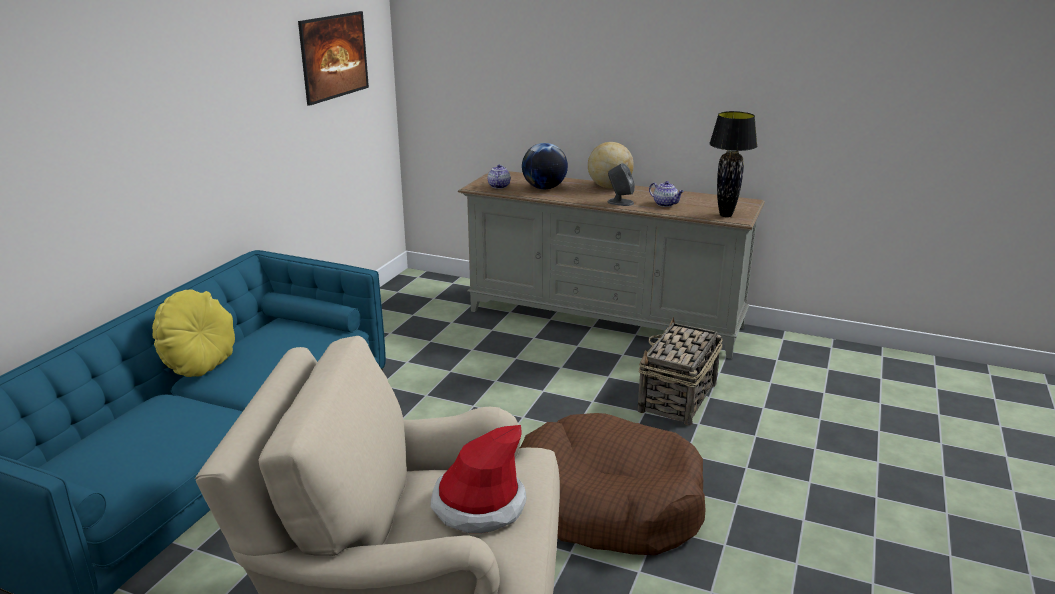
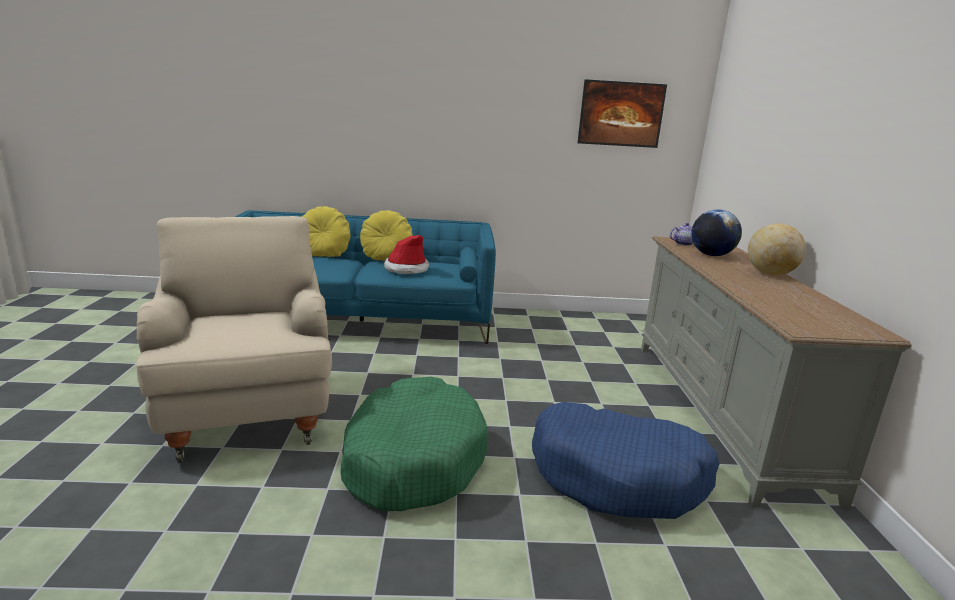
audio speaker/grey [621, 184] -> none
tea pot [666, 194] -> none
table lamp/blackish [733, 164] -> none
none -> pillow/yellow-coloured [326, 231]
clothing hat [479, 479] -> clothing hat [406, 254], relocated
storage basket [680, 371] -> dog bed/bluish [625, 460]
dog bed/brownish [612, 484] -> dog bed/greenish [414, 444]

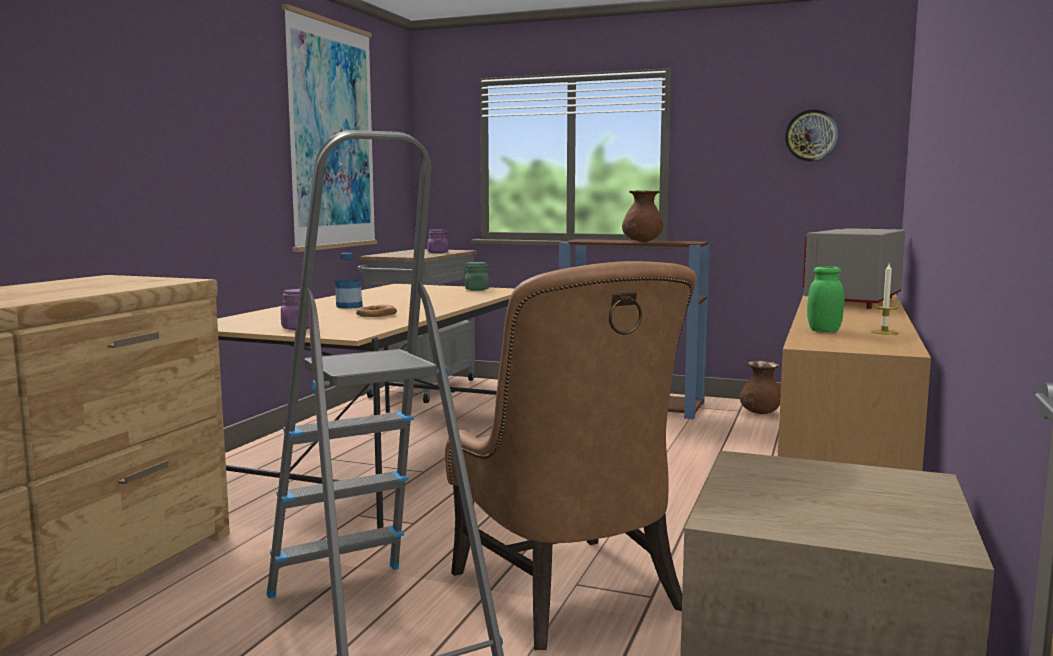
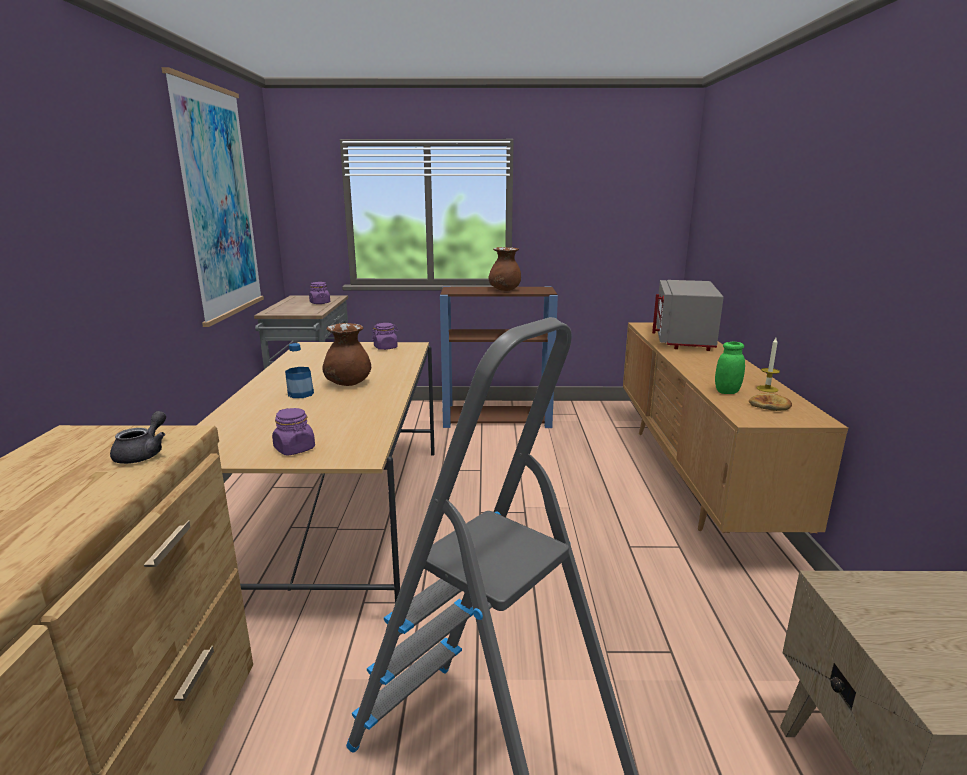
chair/brownish [571, 455] -> none
wall clock [812, 135] -> none
none -> tea pot/grey [138, 437]
baked bread [376, 311] -> baked bread [770, 402], relocated
vase/brownish [760, 387] -> vase/brownish [346, 354], relocated
jar/greenish [477, 276] -> jar/purple-coloured [385, 336]

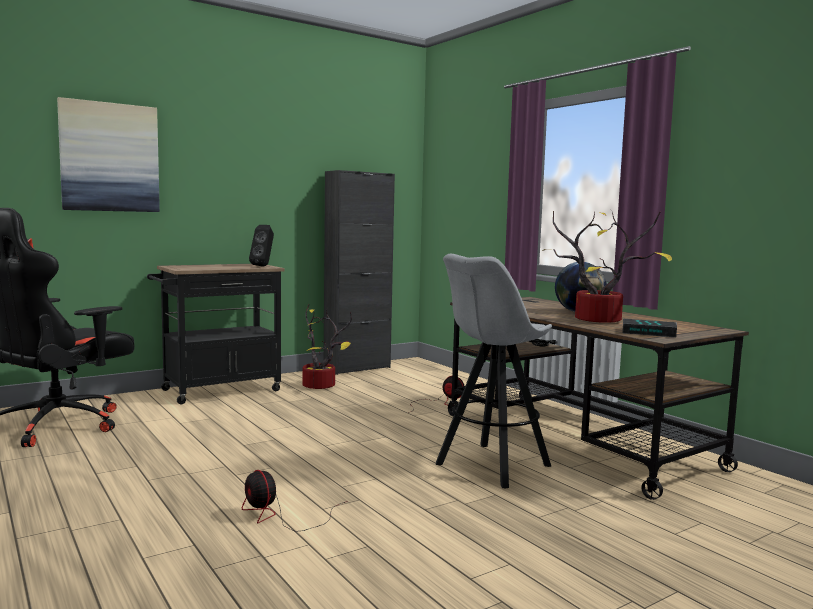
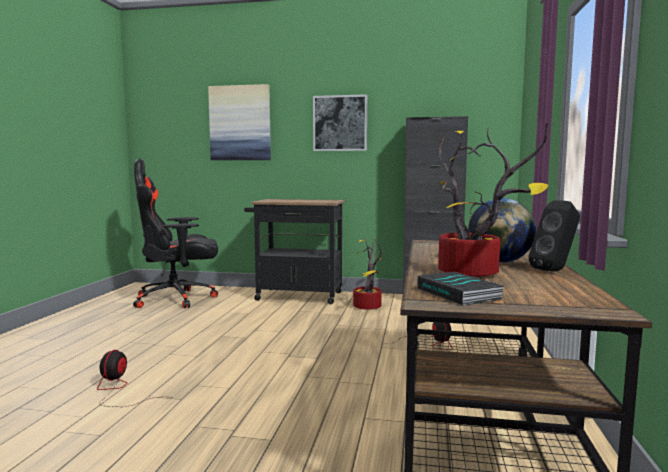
stool seat/grey [494, 371] -> none
none -> wall picture [340, 122]
audio speaker/blackish [261, 246] -> audio speaker/blackish [554, 236], relocated

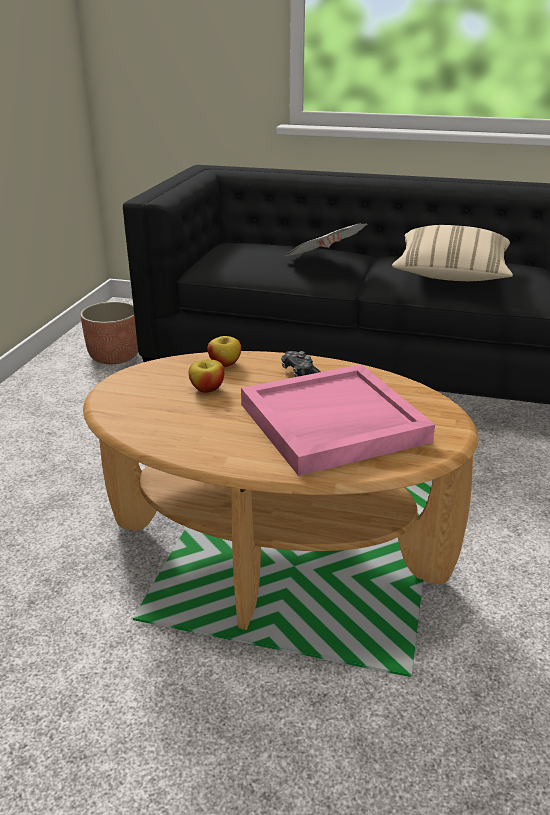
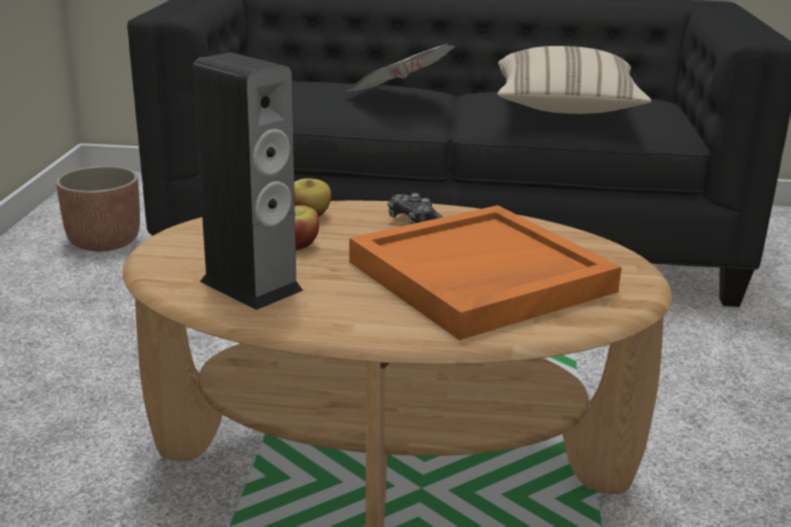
none -> audio speaker [248, 181]
tray/pink [338, 420] -> tray/orange-coloured [485, 272]

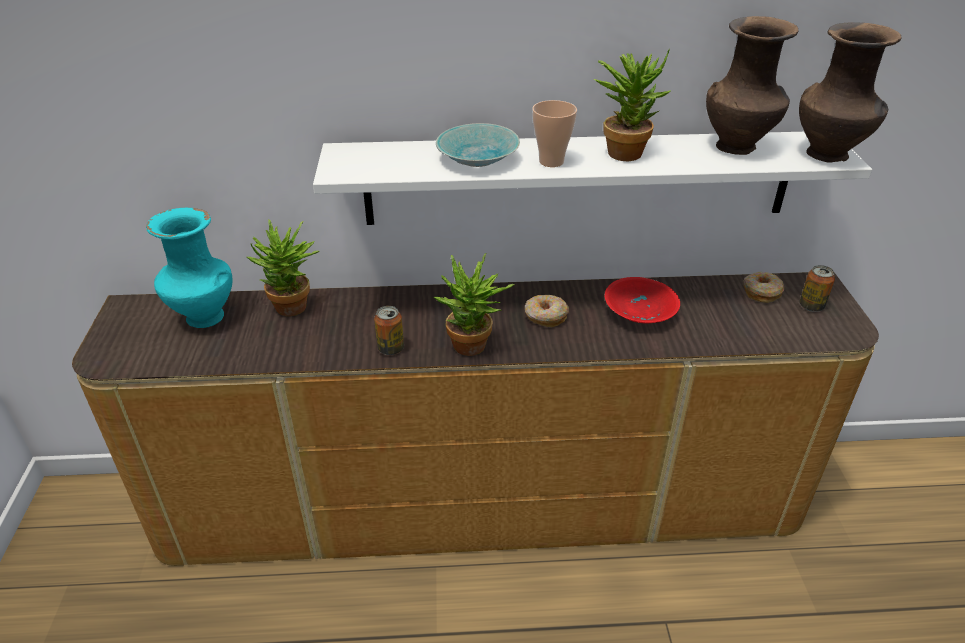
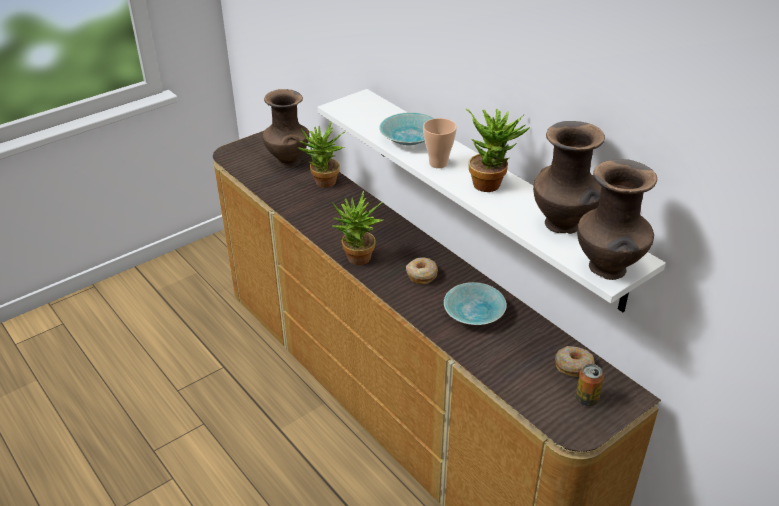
sealed can [389, 330] -> none
vase/blue-green [189, 268] -> vase/brownish [285, 128]
bowl/red-coloured [642, 300] -> bowl/blue-green [475, 303]

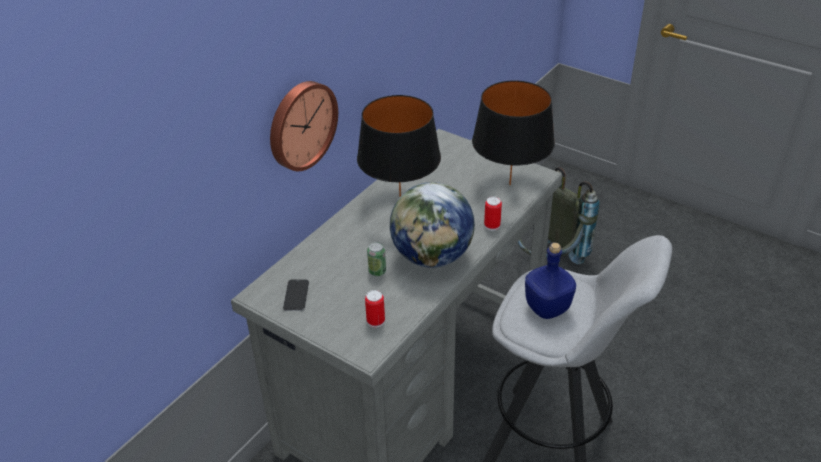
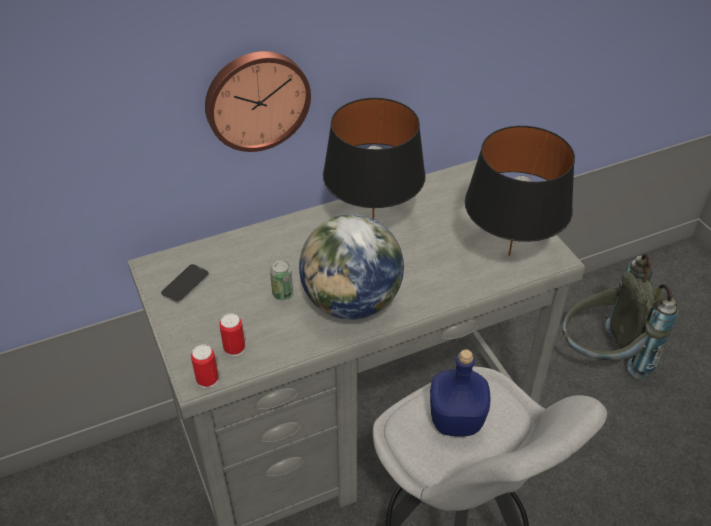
sealed can [493, 213] -> sealed can [205, 366], relocated

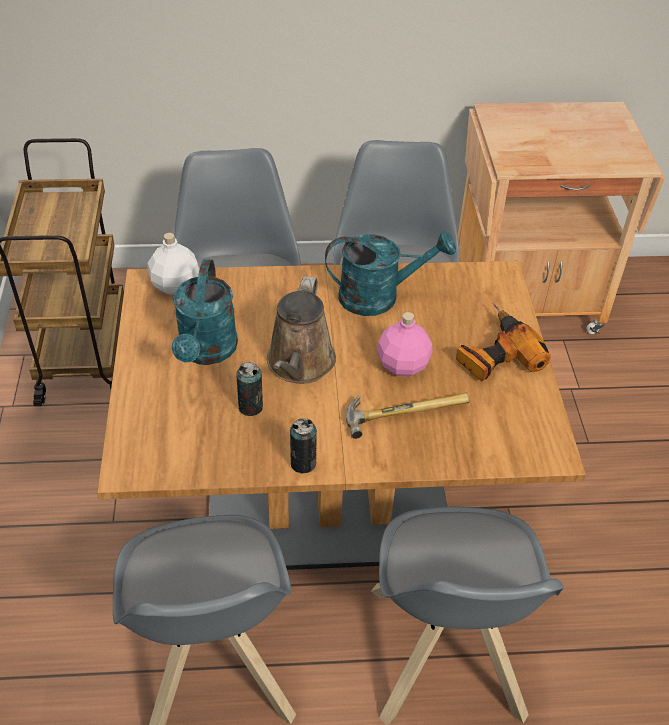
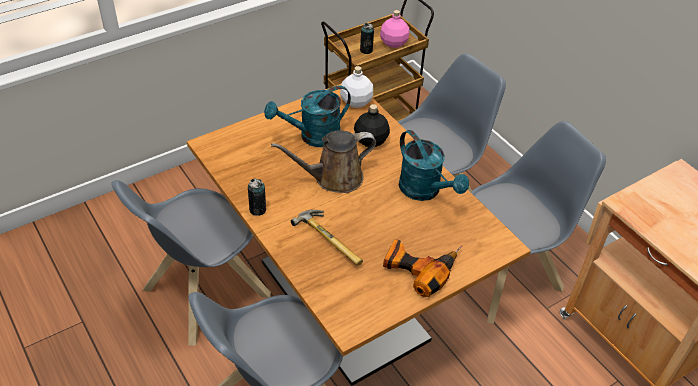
none -> bottle/blackish [372, 125]
sealed can [249, 389] -> sealed can [367, 38], relocated
bottle/pink [404, 344] -> bottle/pink [394, 29], relocated

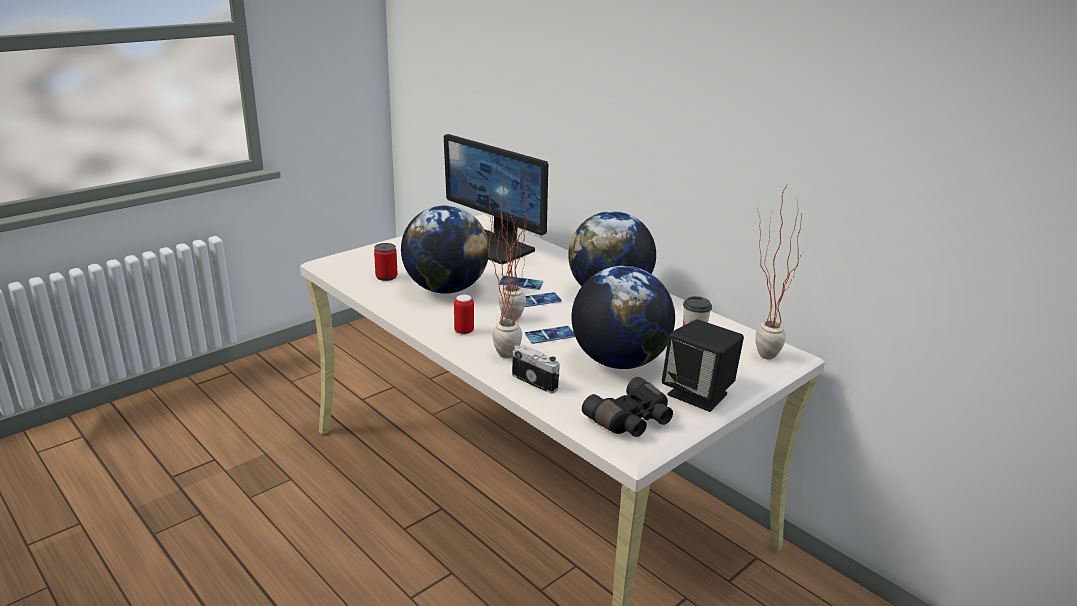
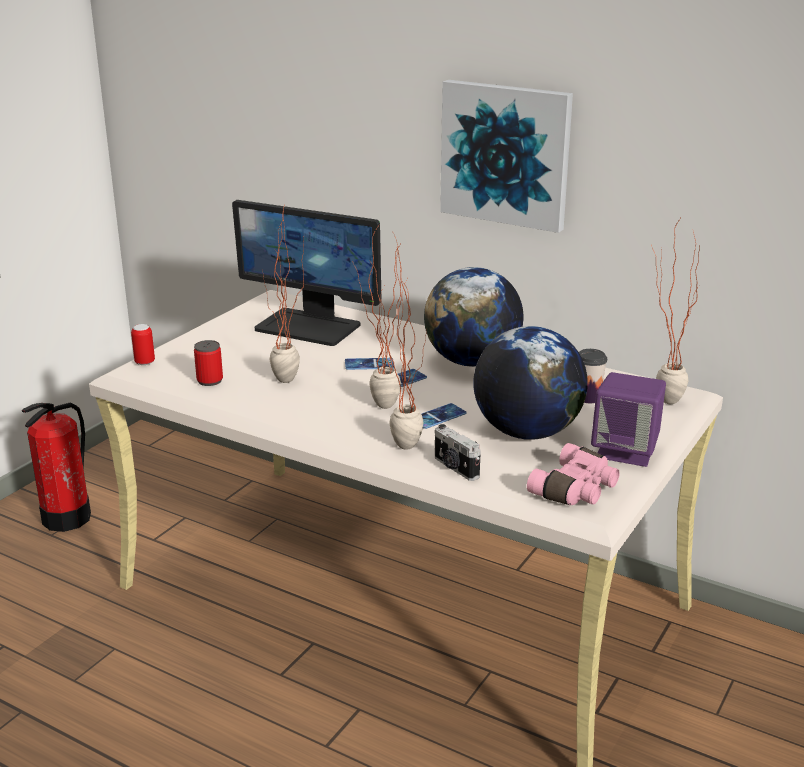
none -> fire extinguisher [56, 467]
none -> wall picture [506, 156]
sealed can [464, 315] -> sealed can [143, 344], relocated
desk globe [445, 249] -> plant in a pot [283, 293]
binoculars/blackish [627, 407] -> binoculars/pink [573, 474]
audio speaker/blackish [703, 365] -> audio speaker/purple-coloured [628, 419]
photo camera [536, 369] -> photo camera [458, 452], 150 degrees counterclockwise

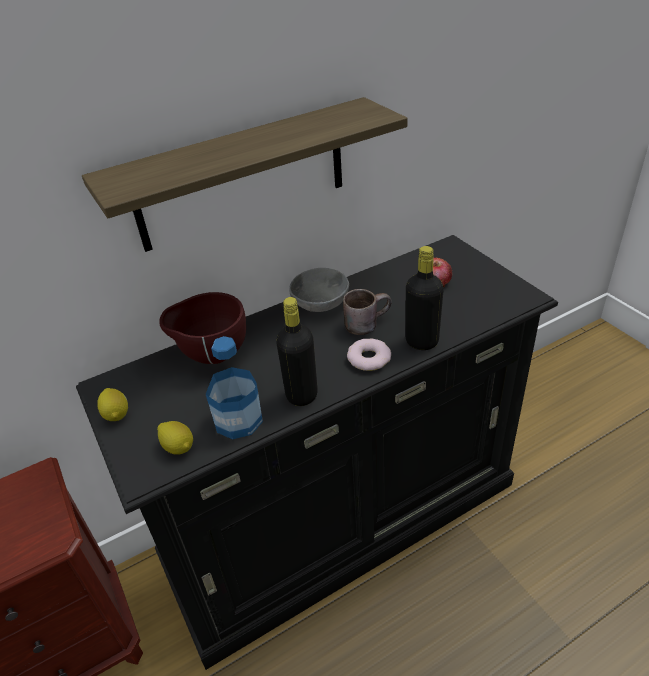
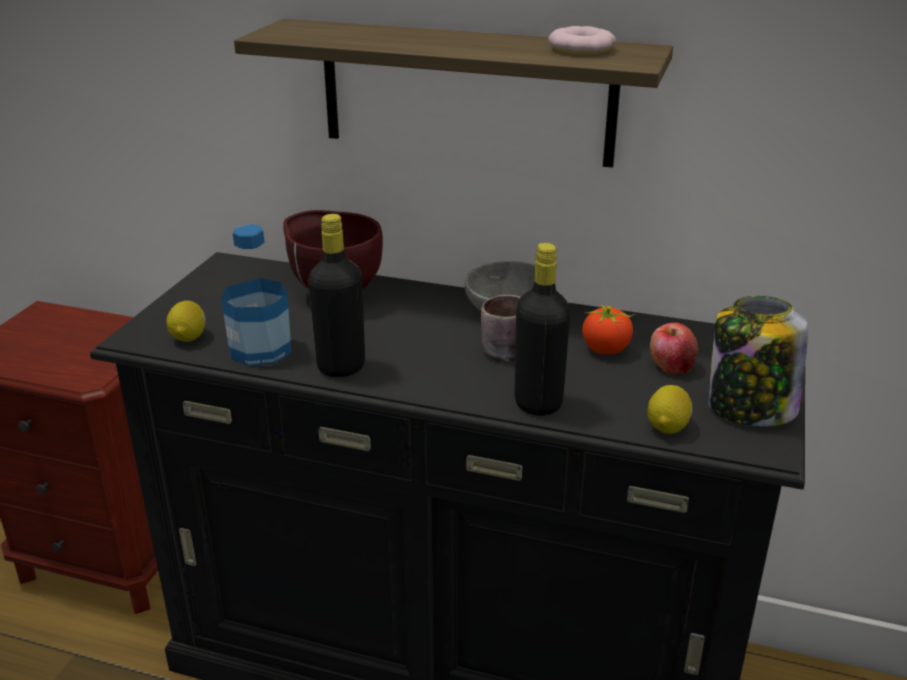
none -> tomato [608, 328]
none -> jar [758, 361]
lemon [112, 404] -> lemon [670, 409], relocated
doughnut [369, 354] -> doughnut [582, 40], relocated

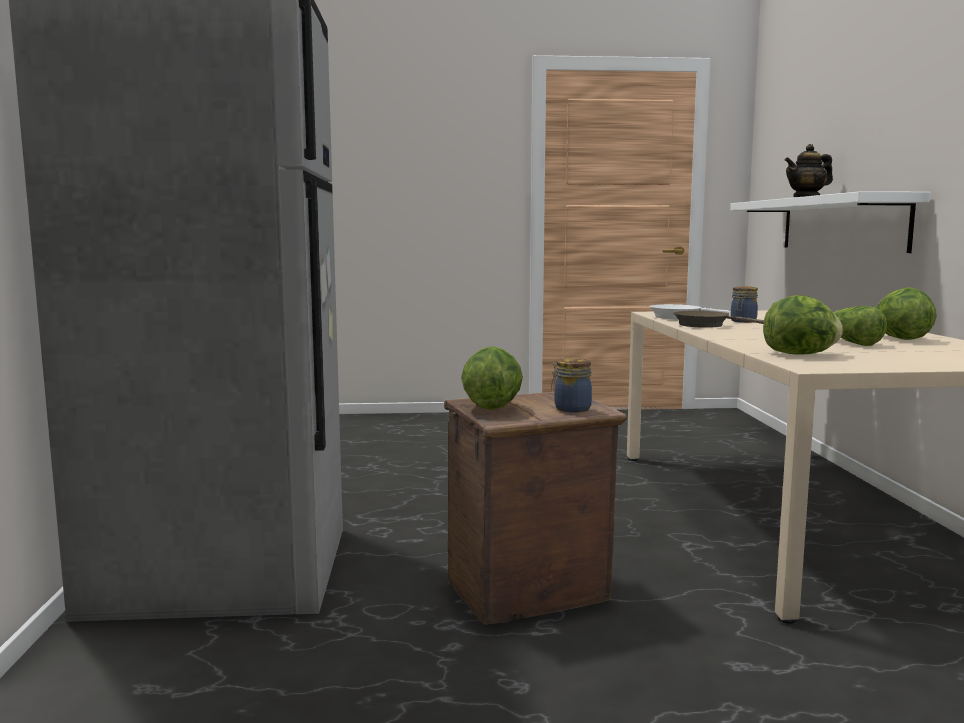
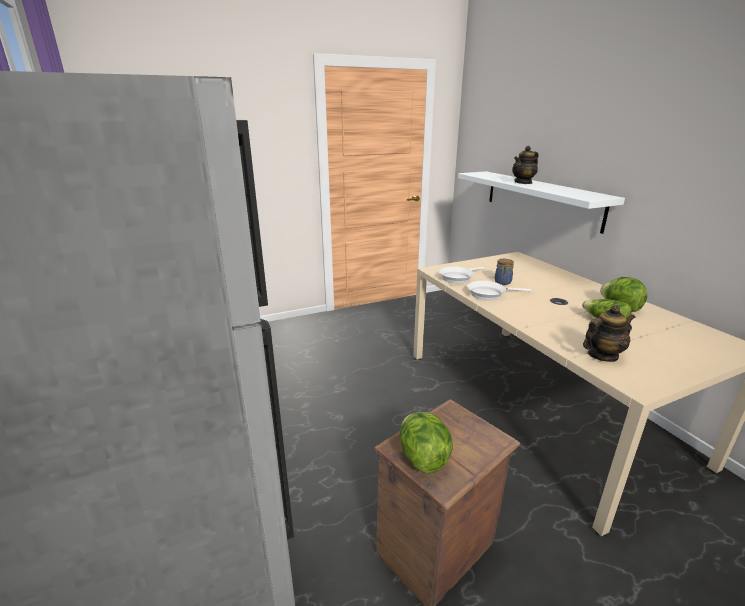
jar [571, 385] -> none
lettuce head [803, 325] -> tea pot [609, 333]
skillet/brownish [718, 319] -> skillet/white [499, 291]

